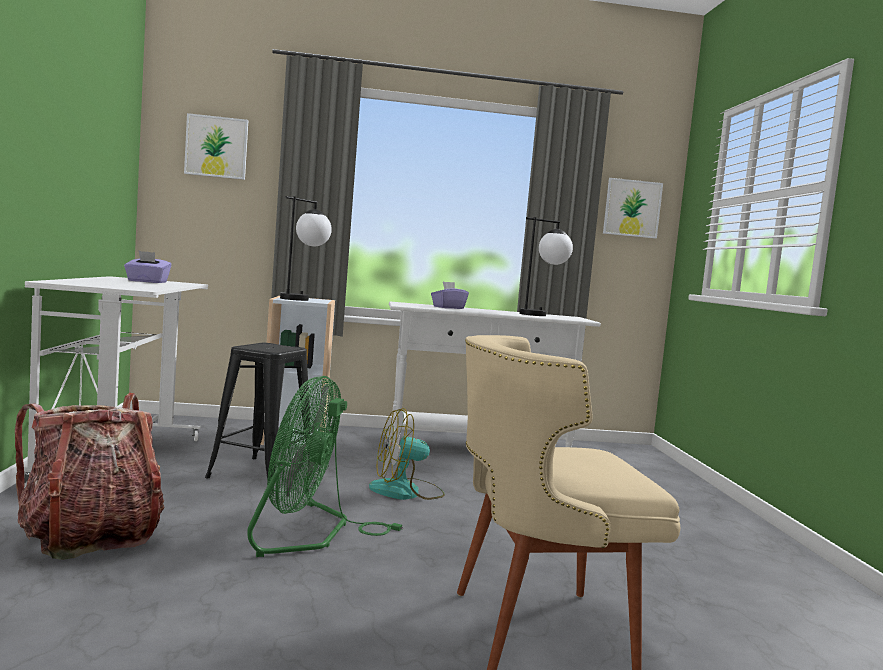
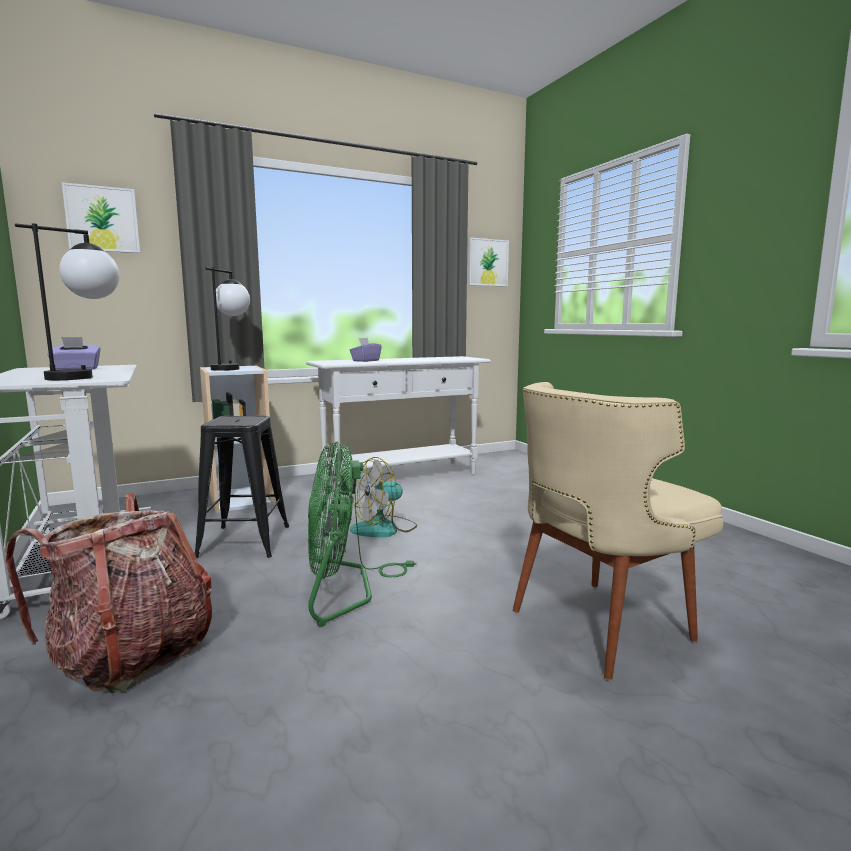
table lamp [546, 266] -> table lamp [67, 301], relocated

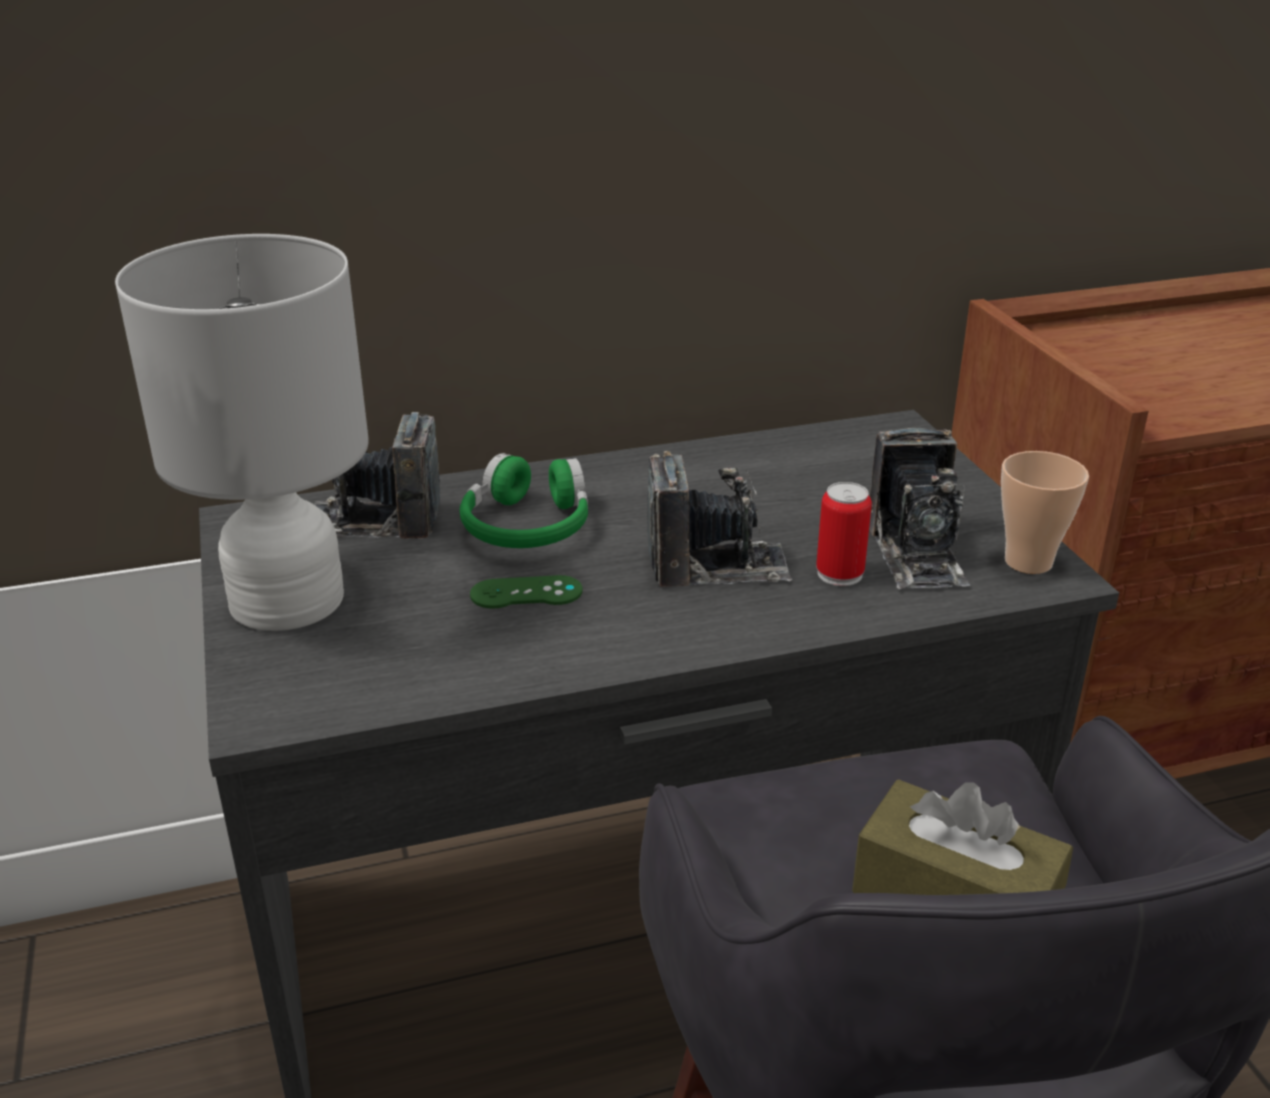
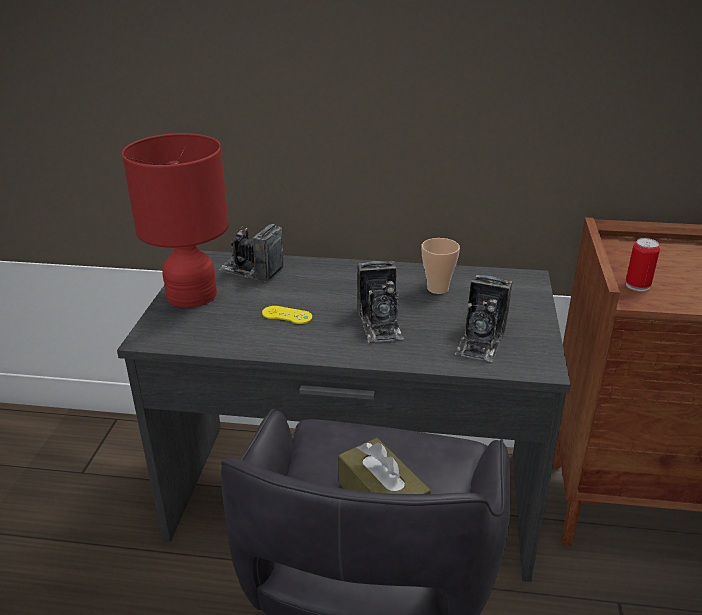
headphones/greenish [524, 500] -> none
sealed can [844, 534] -> sealed can [643, 265], relocated
small cup [1045, 512] -> small cup [440, 266], relocated
table lamp/grey [242, 432] -> table lamp/red-coloured [175, 220]
game controller/greenish [526, 592] -> game controller/yellow-coloured [287, 315]
photo camera [719, 519] -> photo camera [380, 301], 60 degrees clockwise

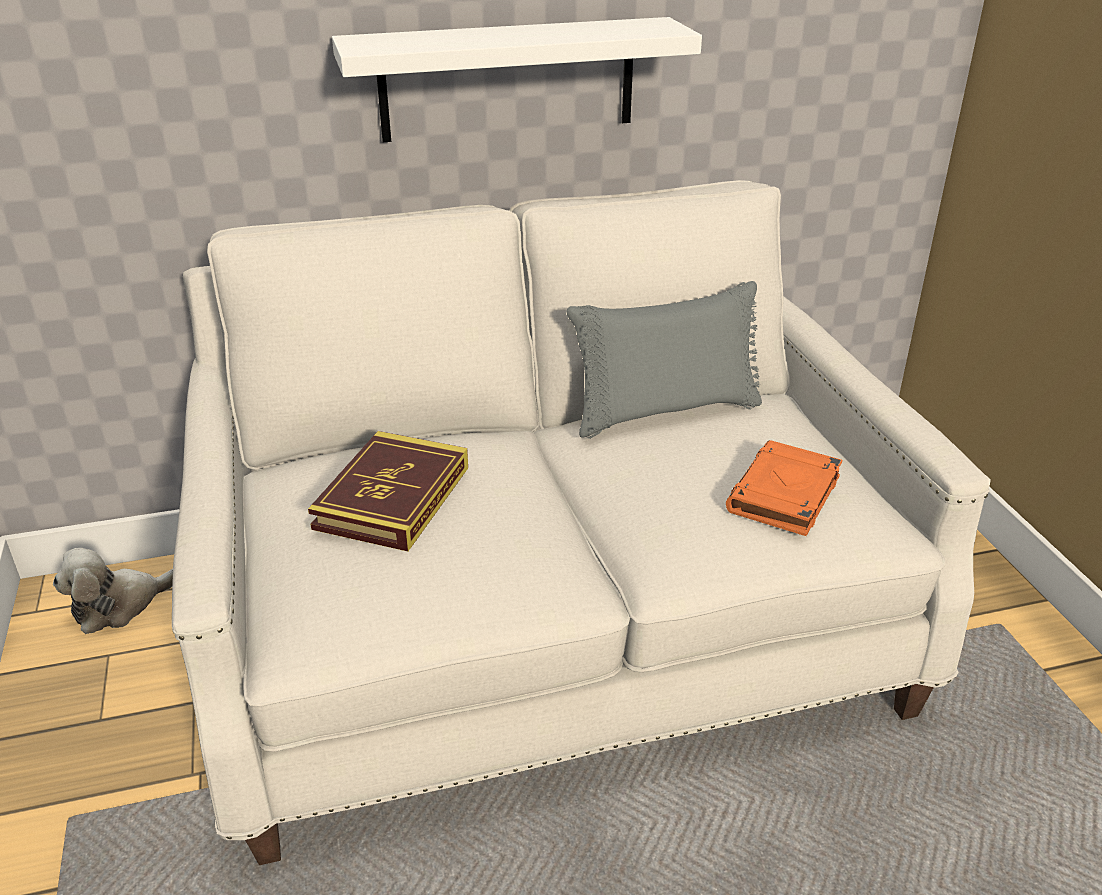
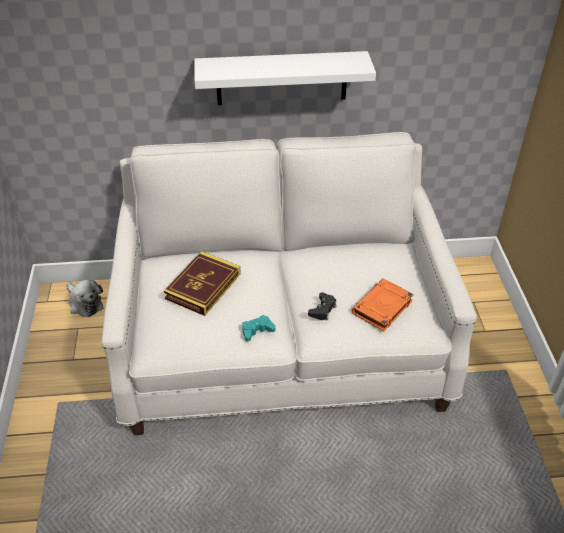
pillow/grey [664, 360] -> none
none -> game controller/blue-green [259, 328]
none -> game controller/blackish [322, 306]
plush toy [113, 591] -> plush toy [85, 298], 105 degrees counterclockwise

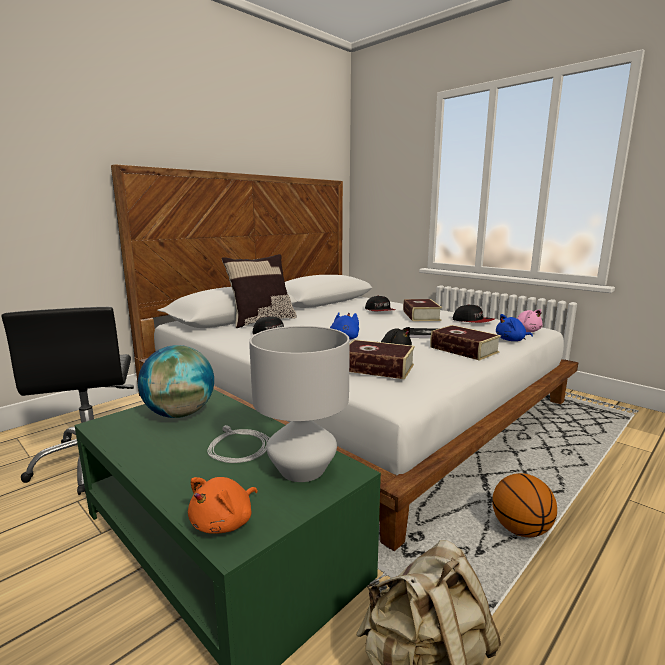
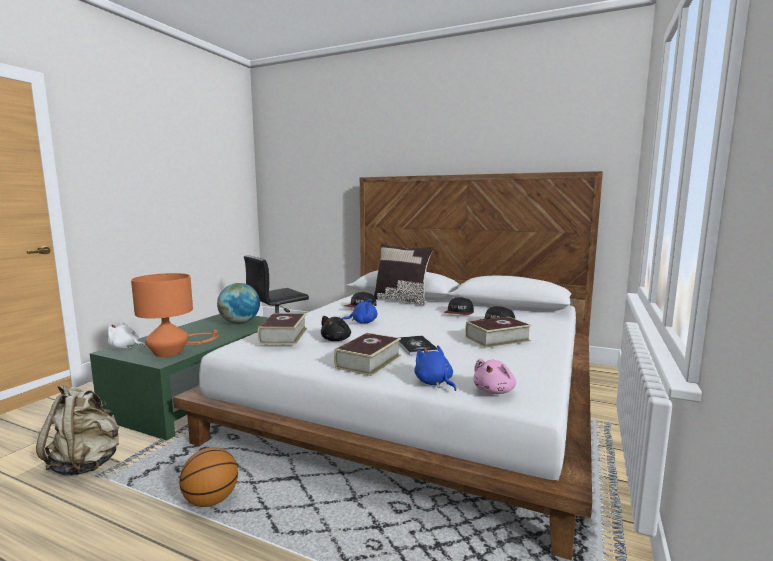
baseball cap [473, 313] -> baseball cap [459, 306], relocated
plush toy/orange-coloured [223, 505] -> plush toy/white [126, 335]
table lamp/white [278, 404] -> table lamp/orange-coloured [175, 315]

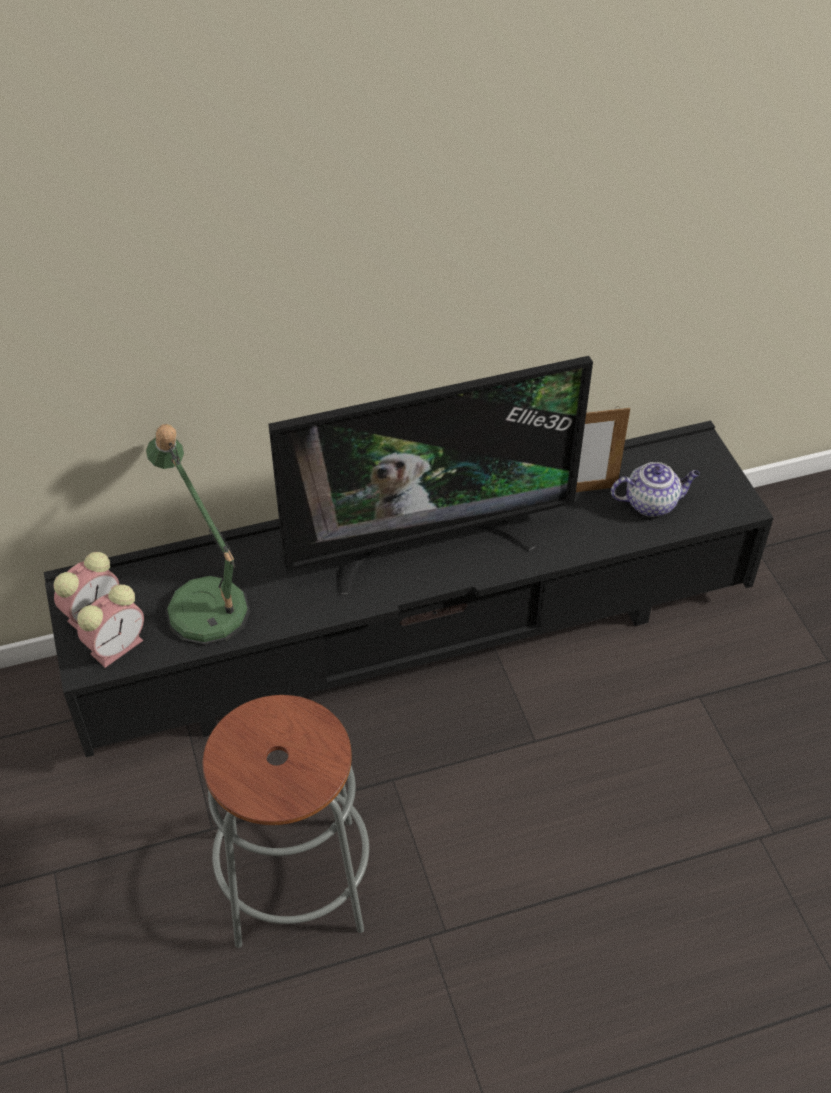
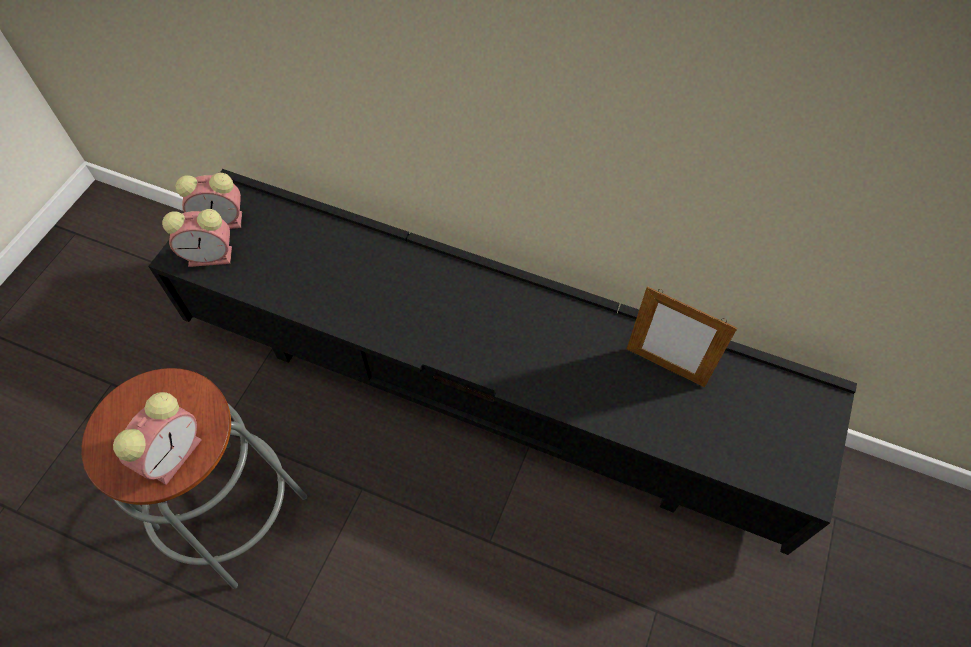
table lamp [198, 535] -> none
TV [430, 475] -> none
tea pot [655, 489] -> none
none -> table clock [157, 438]

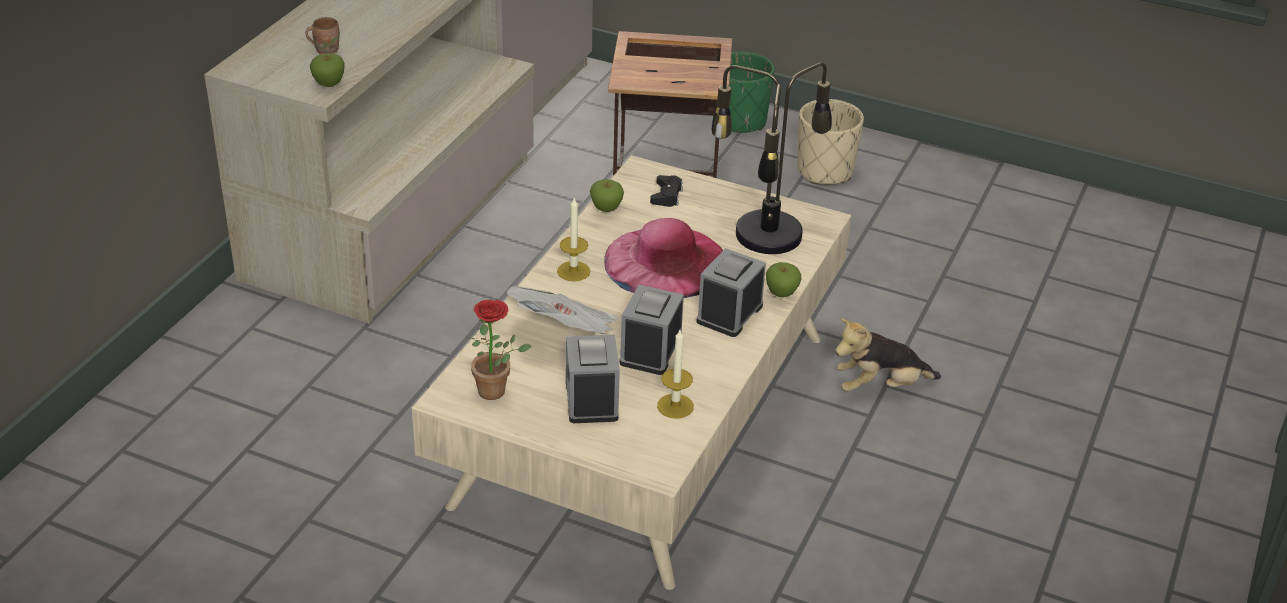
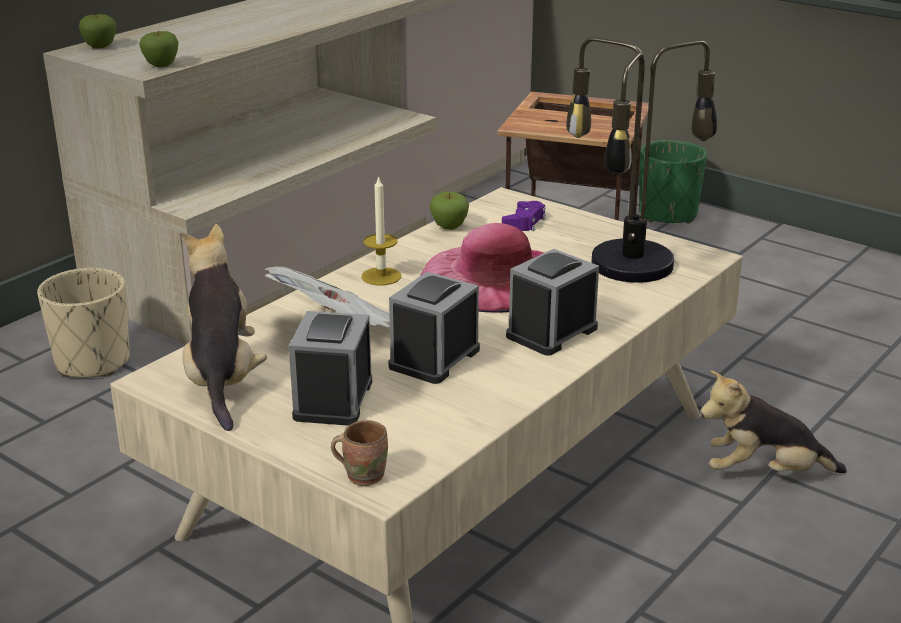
wax candle [675, 374] -> none
coffee mug/brownish [322, 35] -> coffee mug/brownish [359, 453], relocated
whole apple [783, 279] -> whole apple [97, 31], relocated
flower pot/beige [831, 141] -> flower pot/beige [83, 322], relocated
plant in a pot [498, 350] -> plush toy [224, 327]
game controller/blackish [666, 191] -> game controller/purple-coloured [524, 216]

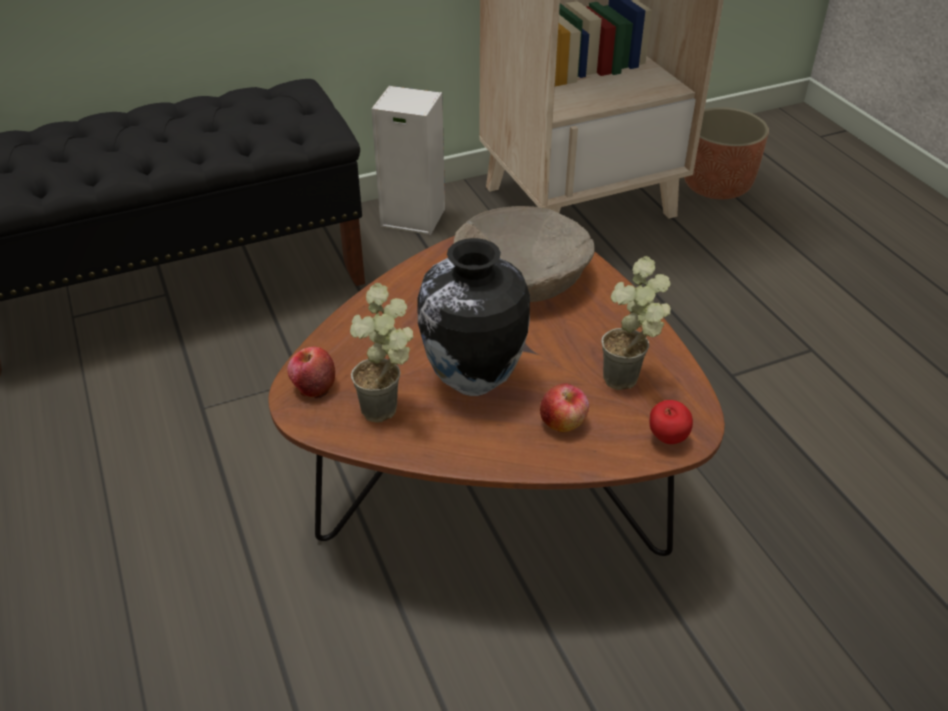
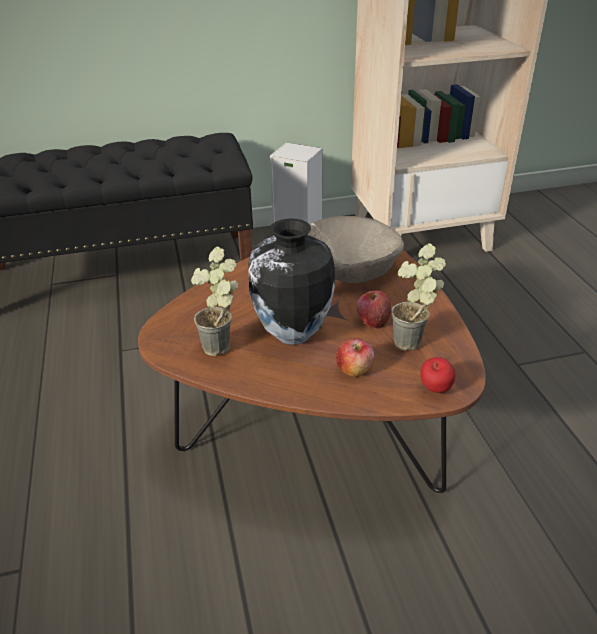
flower pot [726, 153] -> none
whole apple [311, 372] -> whole apple [374, 309], relocated

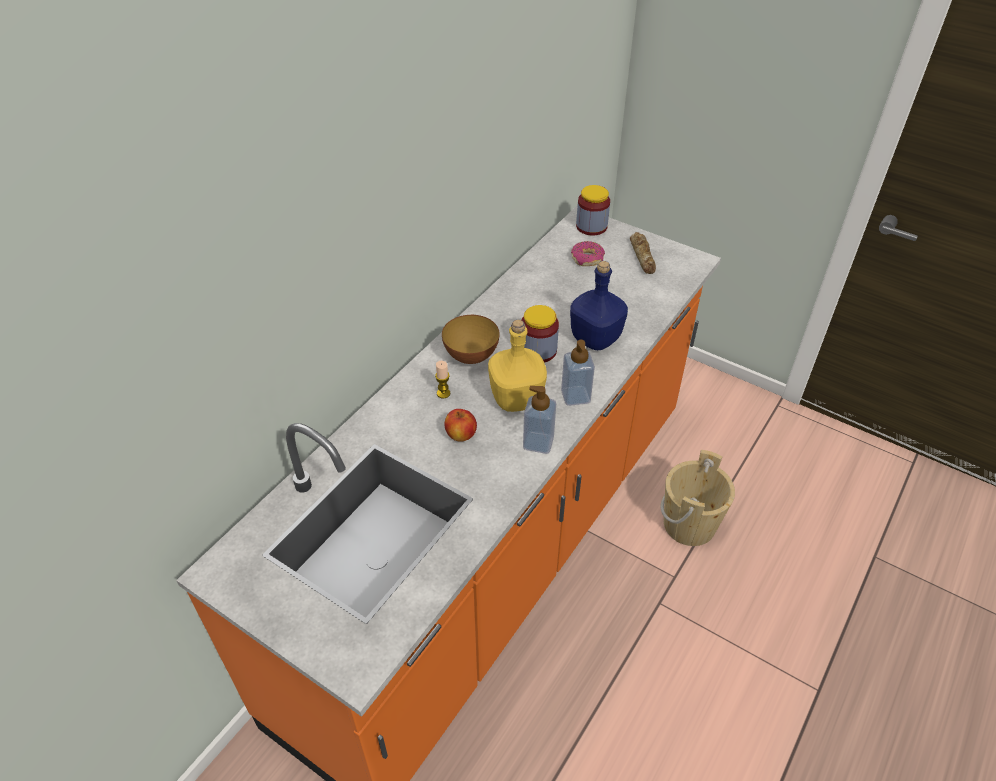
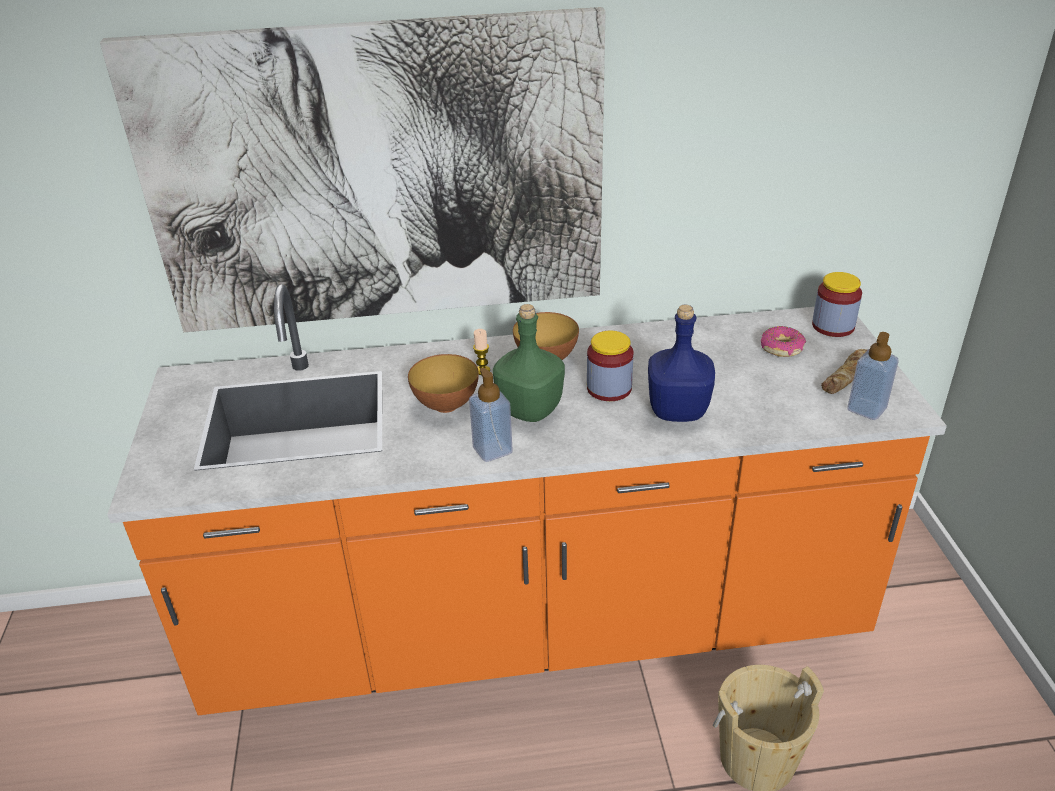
none -> wall picture [353, 169]
soap dispenser [578, 373] -> soap dispenser [873, 376], relocated
whole apple [461, 425] -> bowl [443, 383]
bottle/yellow-coloured [517, 366] -> bottle/greenish [529, 363]

